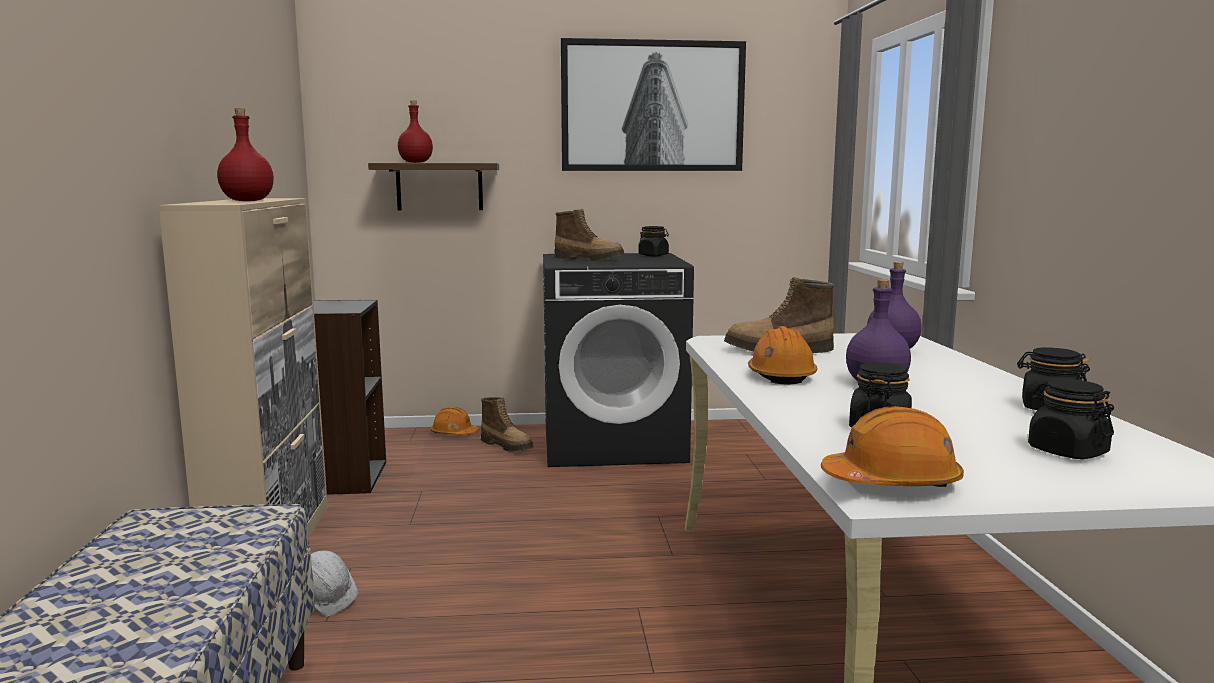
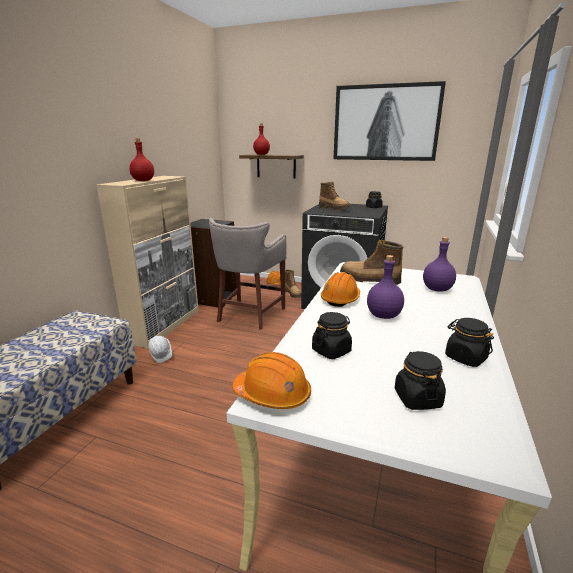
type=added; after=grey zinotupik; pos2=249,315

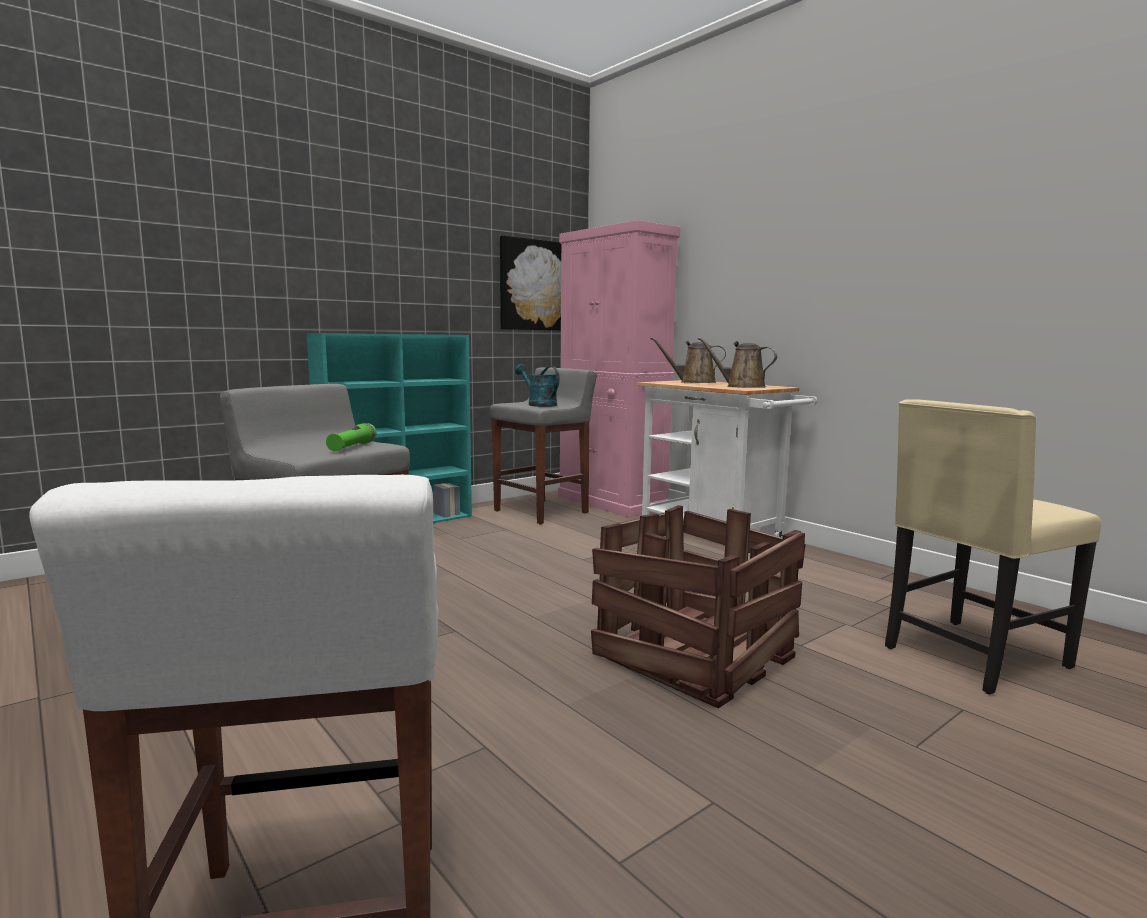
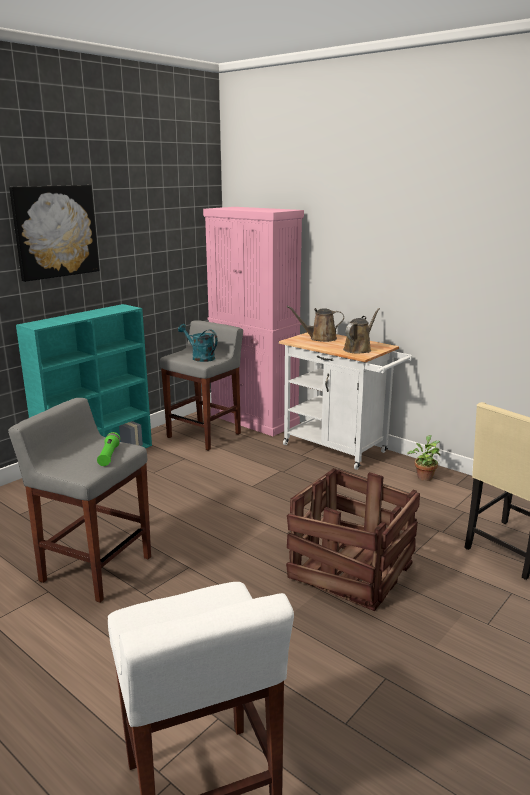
type=moved; before=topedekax; pos1=536,285; pos2=55,231
type=turned; before=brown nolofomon; pos1=741,387; pos2=359,349; turn=105
type=added; after=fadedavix; pos2=424,476

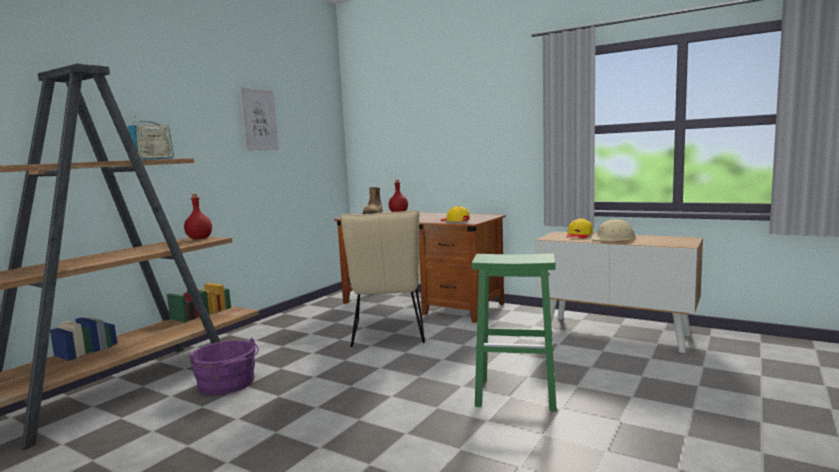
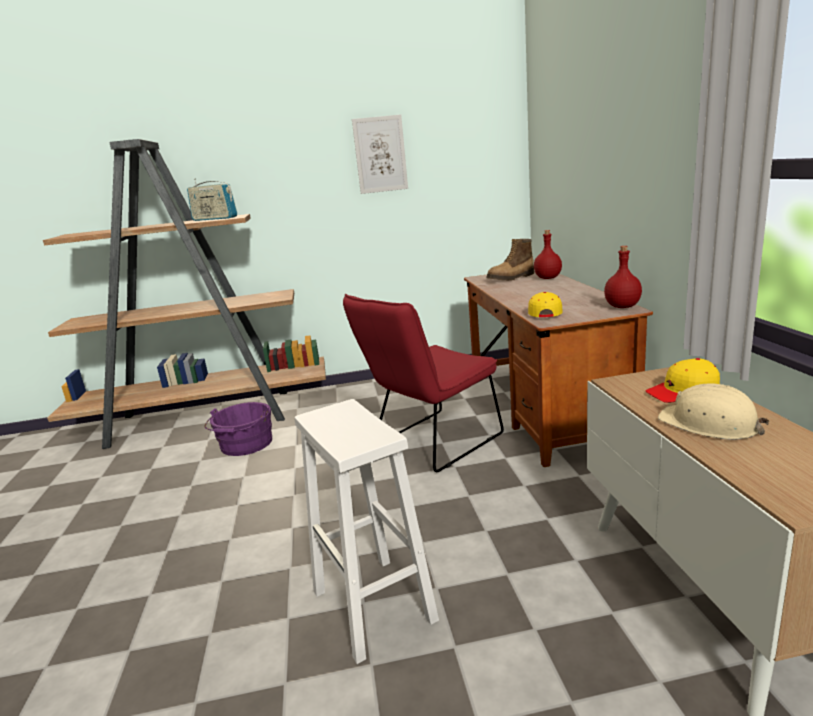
type=turned; before=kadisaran; pos1=152,159; pos2=215,219; turn=45
type=moved; before=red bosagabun; pos1=199,238; pos2=622,306
type=recoloured; before=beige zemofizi; after=red zemofizi; pos1=388,335; pos2=431,443
type=recoloured; before=green zinotupik; after=white zinotupik; pos1=517,394; pos2=374,607

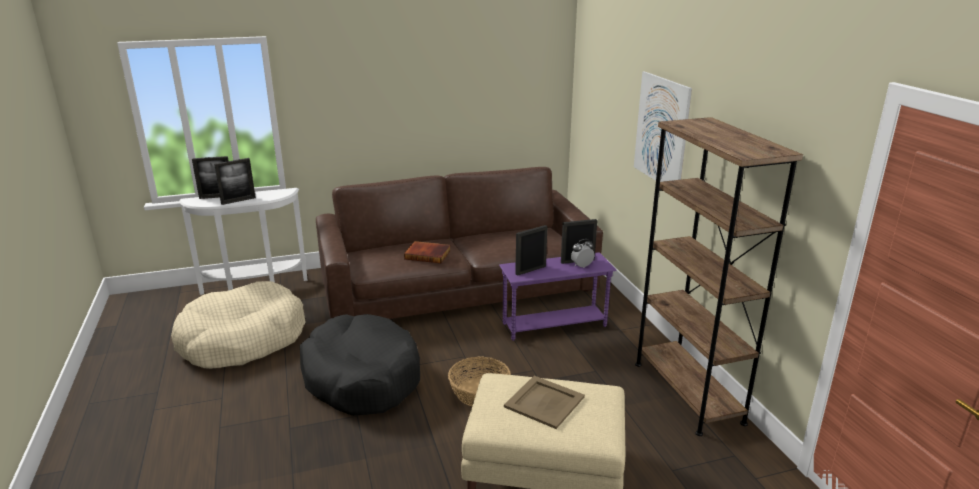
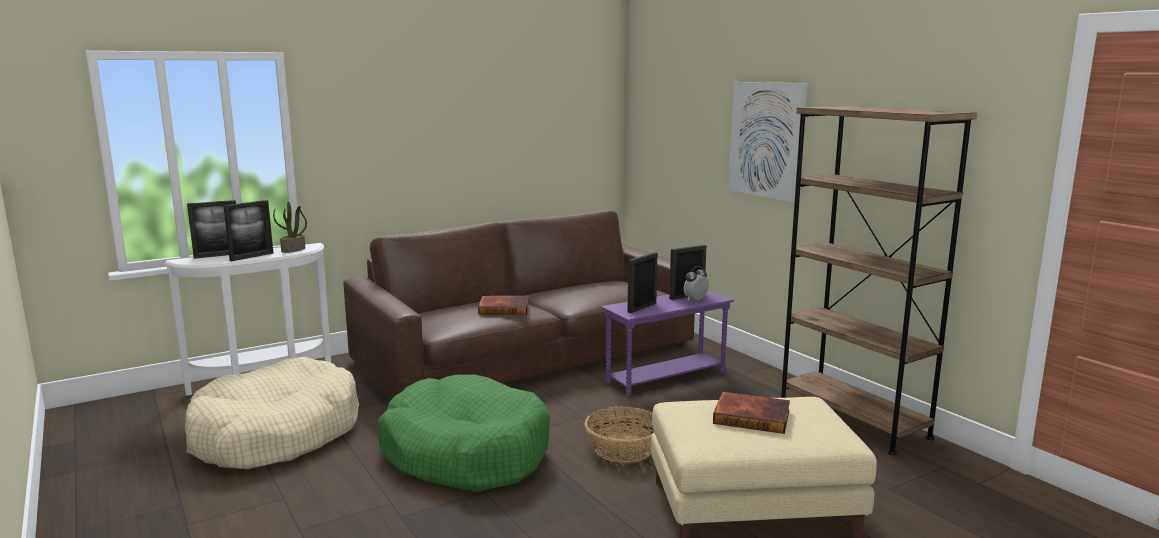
type=recoloured; before=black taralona; after=green taralona; pos1=361,378; pos2=466,453
type=replaced; before=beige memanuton; after=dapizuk; pos1=545,402; pos2=752,416
type=added; after=fadedavix; pos2=293,250

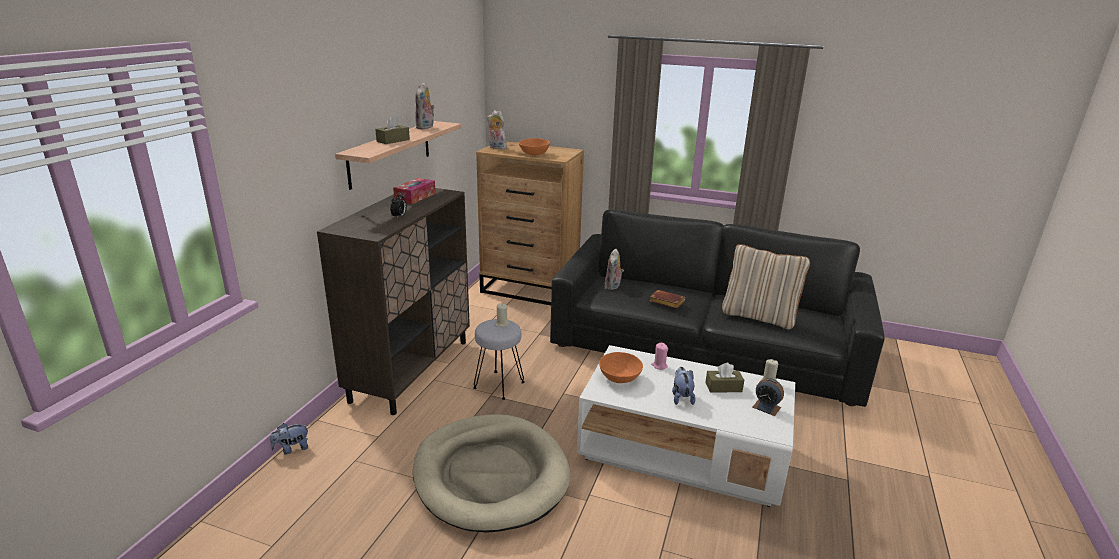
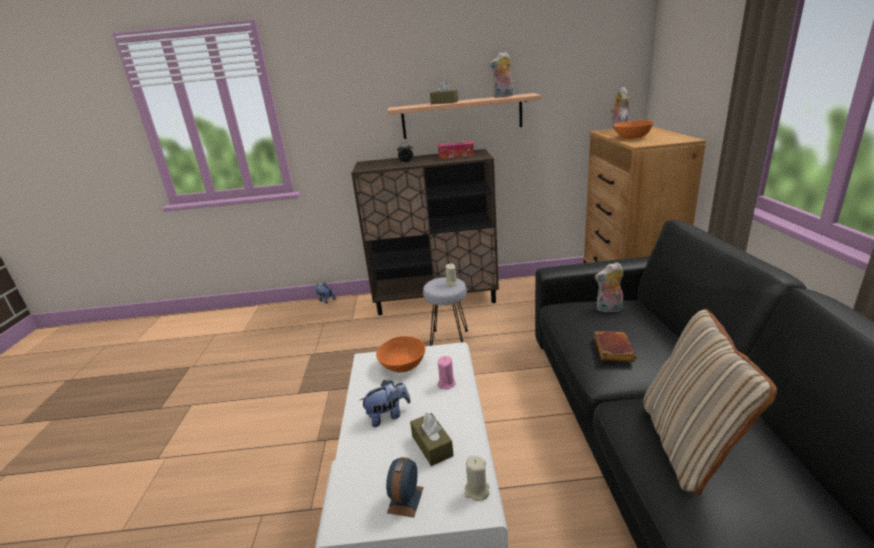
type=removed; before=beige taralona; pos1=490,475

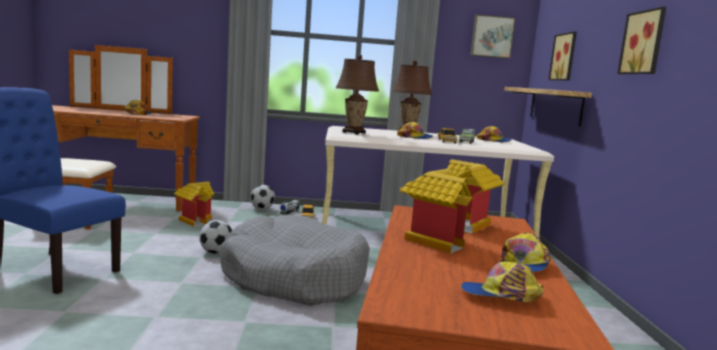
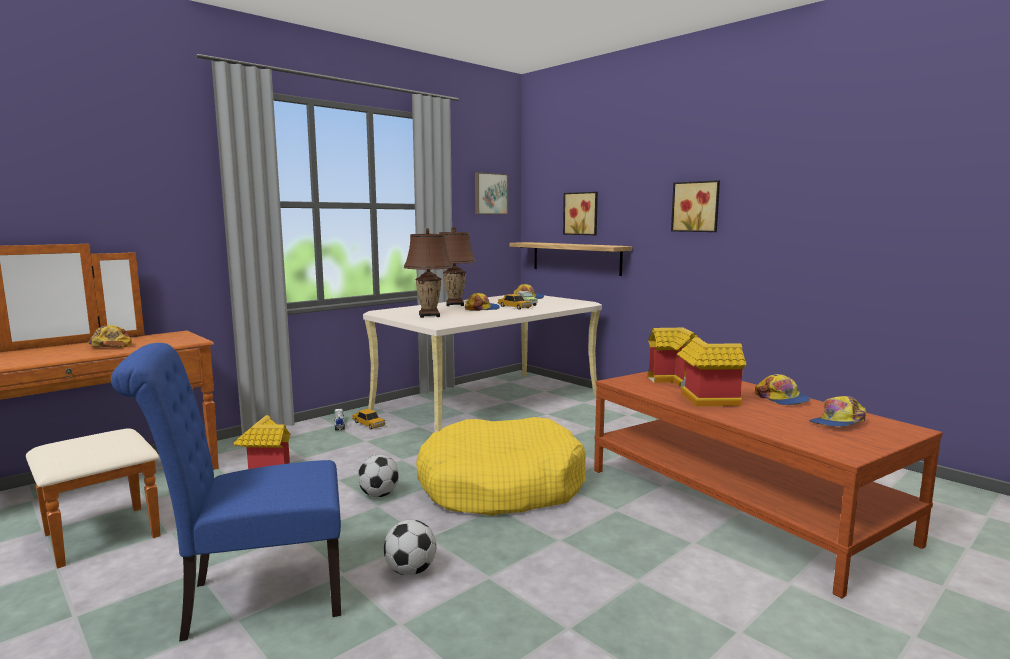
type=moved; before=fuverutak; pos1=262,209; pos2=411,571
type=recoloured; before=grey taralona; after=yellow taralona; pos1=294,278; pos2=501,486

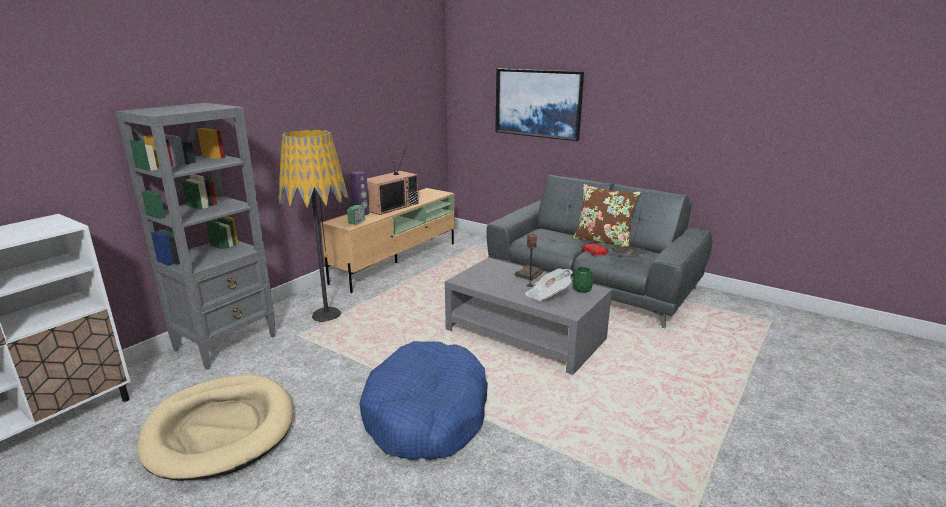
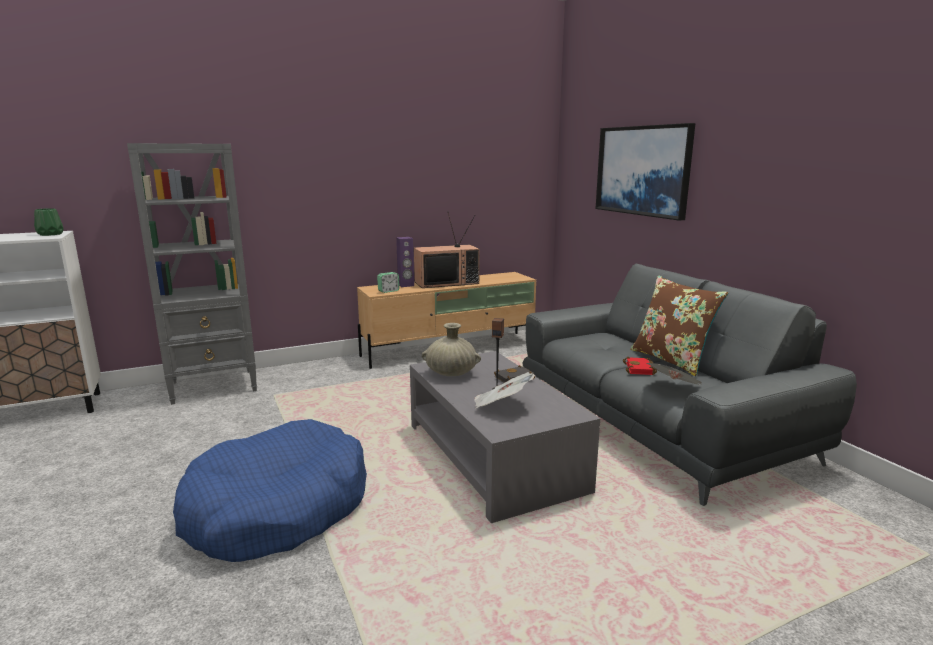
type=removed; before=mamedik; pos1=326,315
type=moved; before=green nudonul; pos1=582,289; pos2=51,234
type=removed; before=beige taralona; pos1=220,430
type=added; after=beige nudonul; pos2=451,373

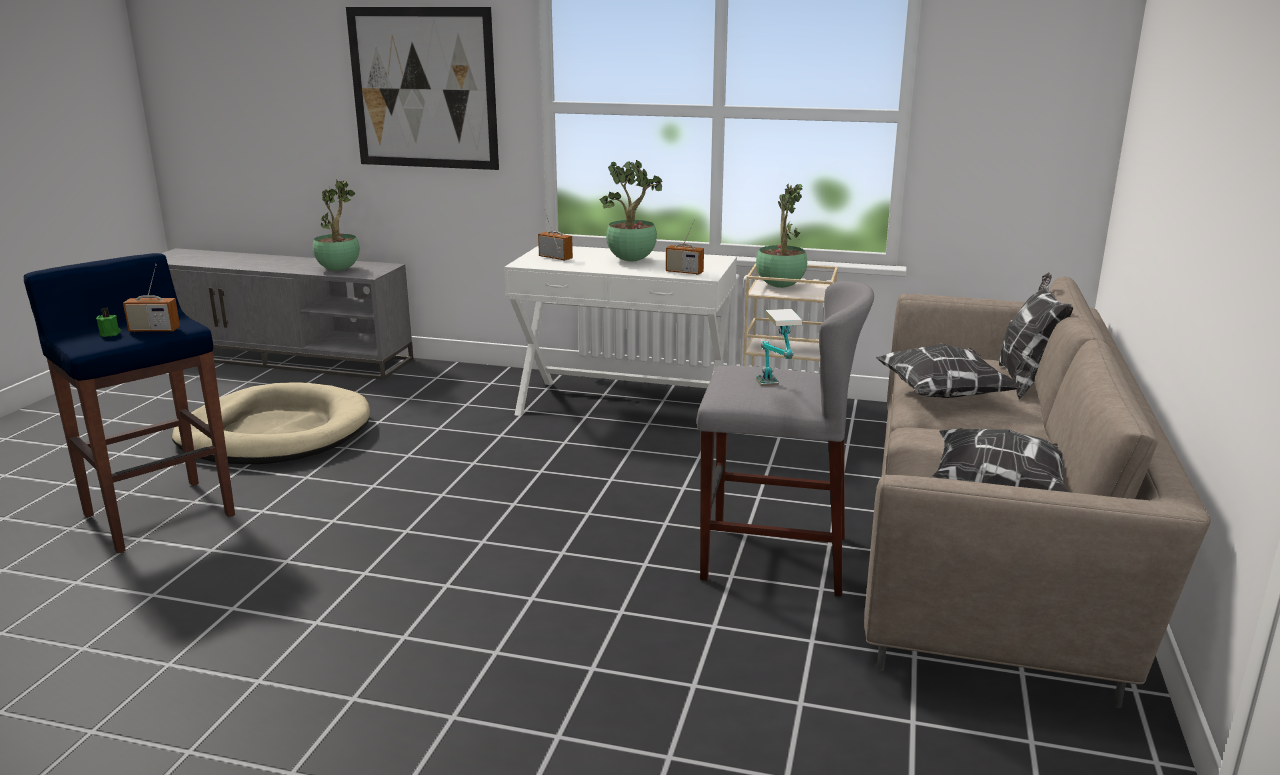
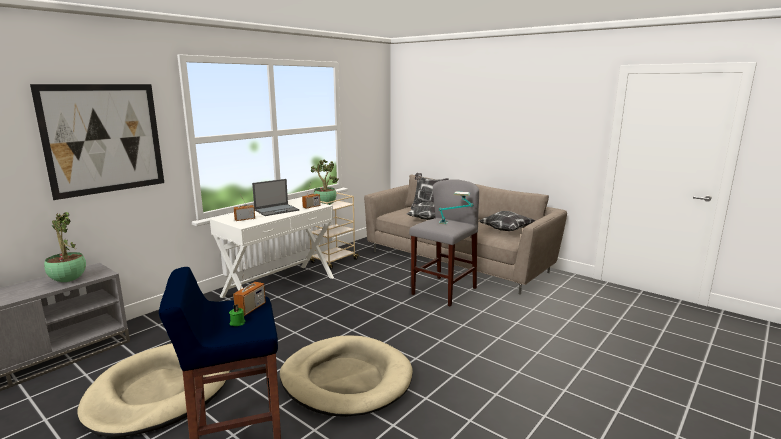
type=replaced; before=fadedavix; after=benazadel; pos1=633,260; pos2=277,210
type=added; after=beige taralona; pos2=346,379

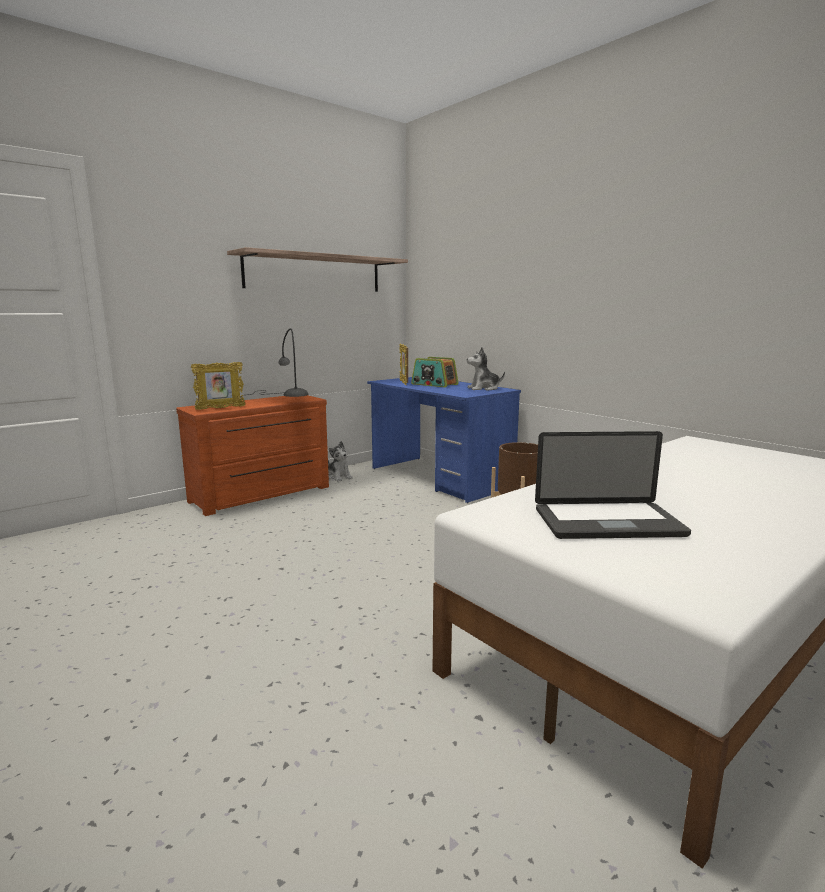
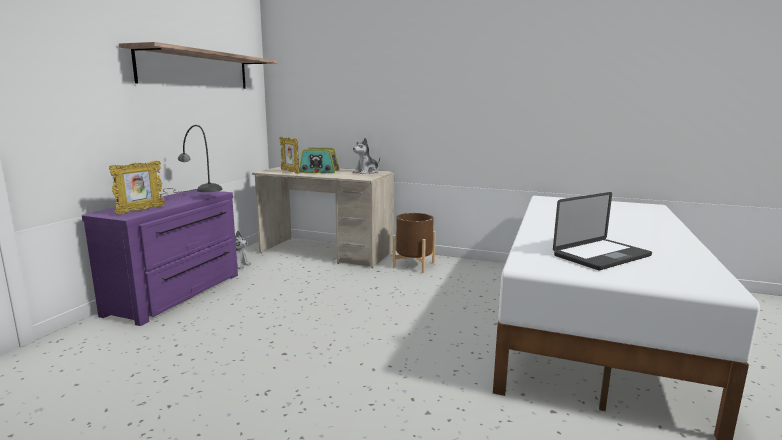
type=recoloured; before=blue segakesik; after=beige segakesik; pos1=439,478; pos2=327,252
type=recoloured; before=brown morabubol; after=purple morabubol; pos1=262,495; pos2=178,294

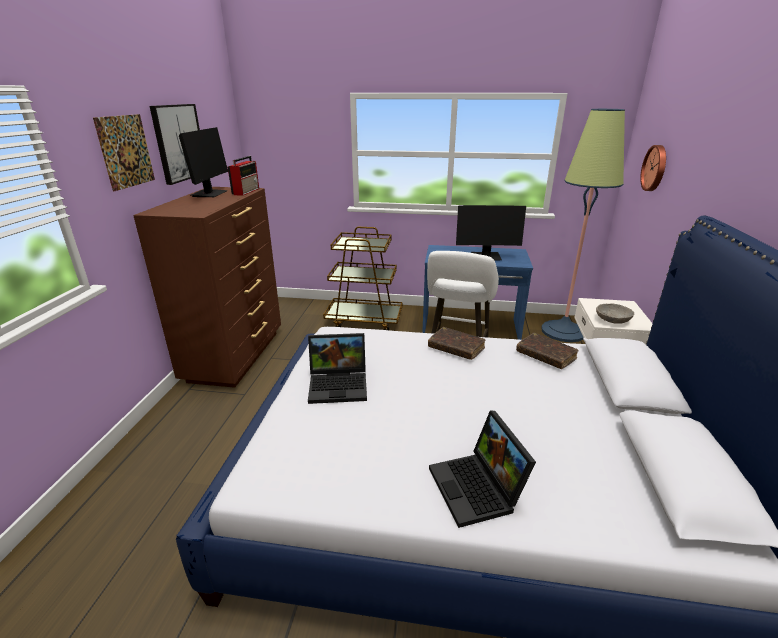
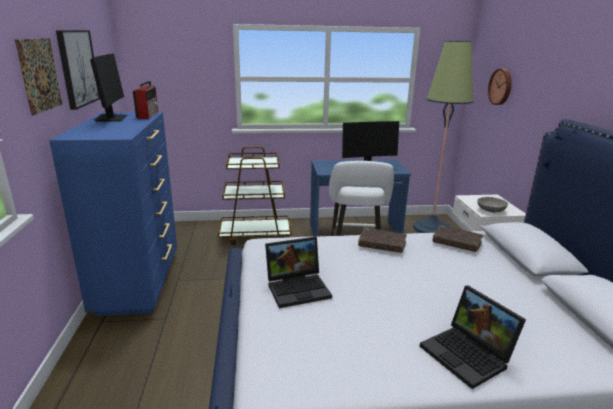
type=recoloured; before=brown morabubol; after=blue morabubol; pos1=236,355; pos2=139,282

